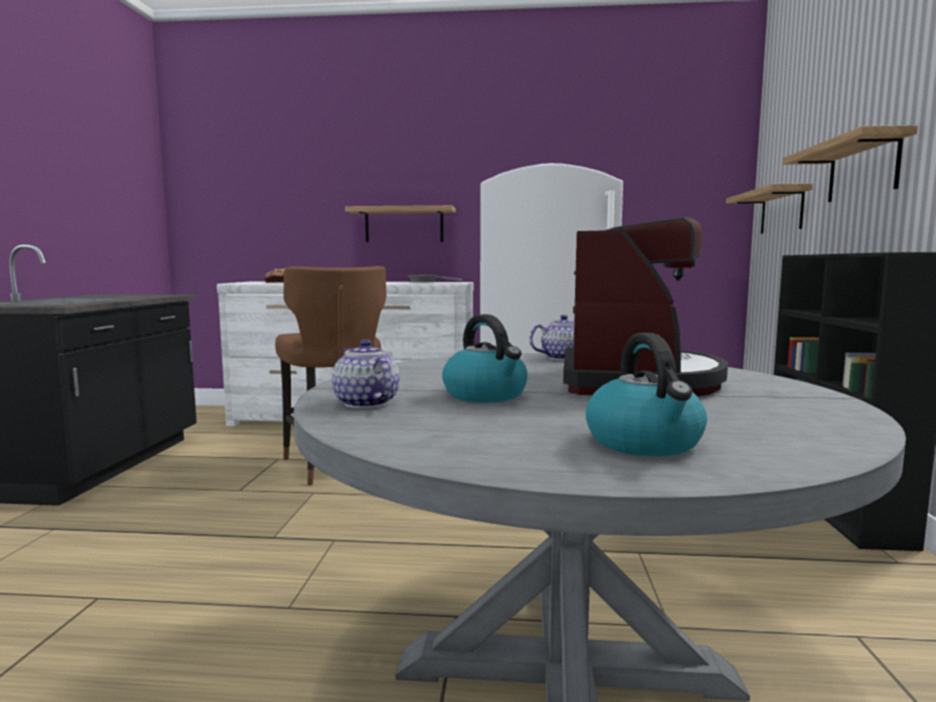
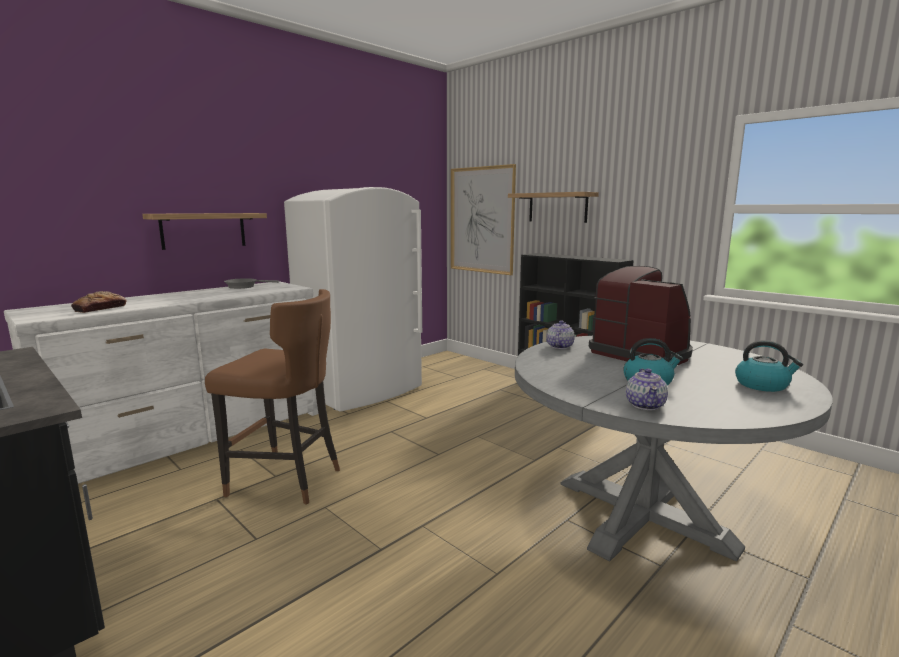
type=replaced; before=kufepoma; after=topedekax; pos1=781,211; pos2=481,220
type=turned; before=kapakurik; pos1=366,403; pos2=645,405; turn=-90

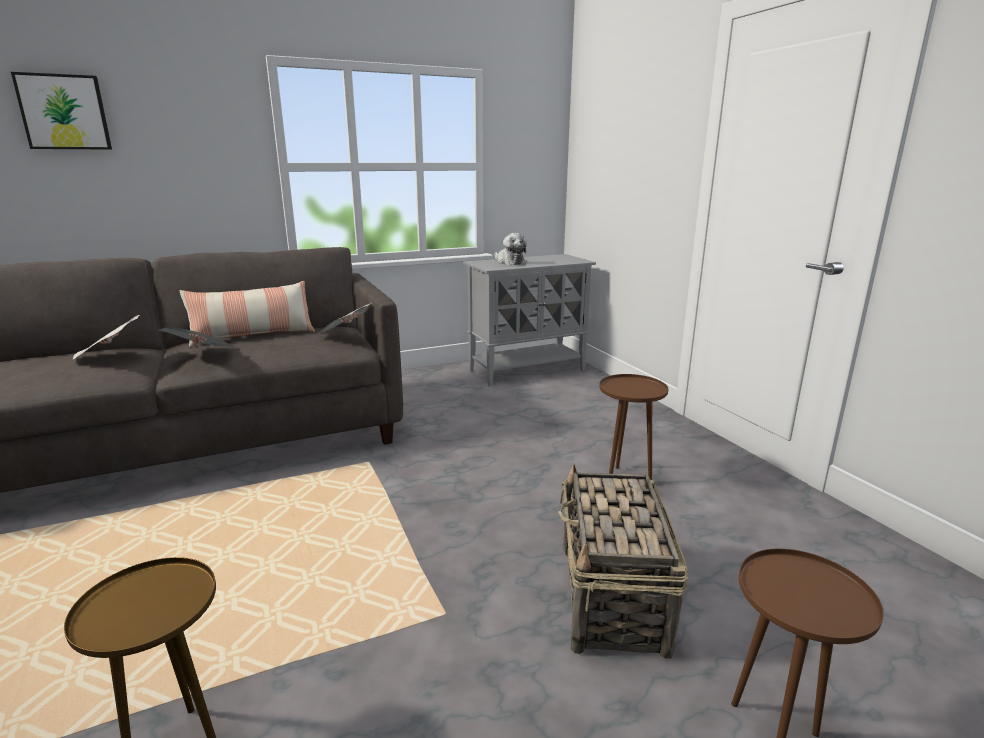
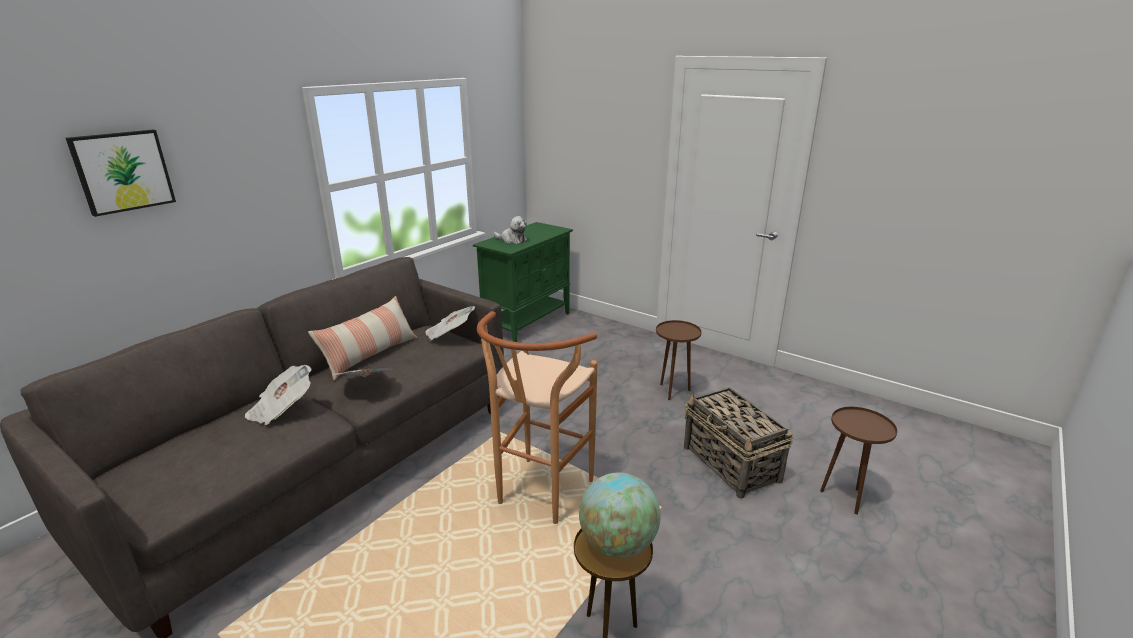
type=recoloured; before=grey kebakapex; after=green kebakapex; pos1=527,370; pos2=527,322
type=added; after=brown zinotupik; pos2=539,496
type=added; after=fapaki; pos2=618,544

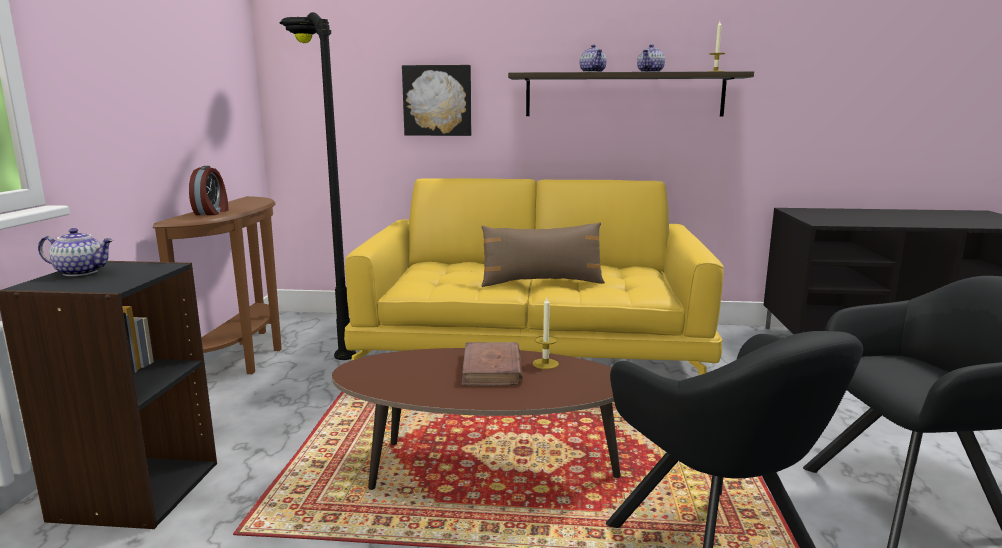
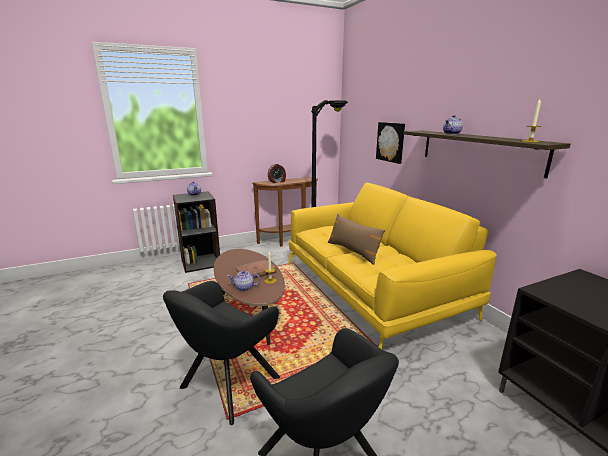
type=moved; before=kapakurik; pos1=650,72; pos2=244,288

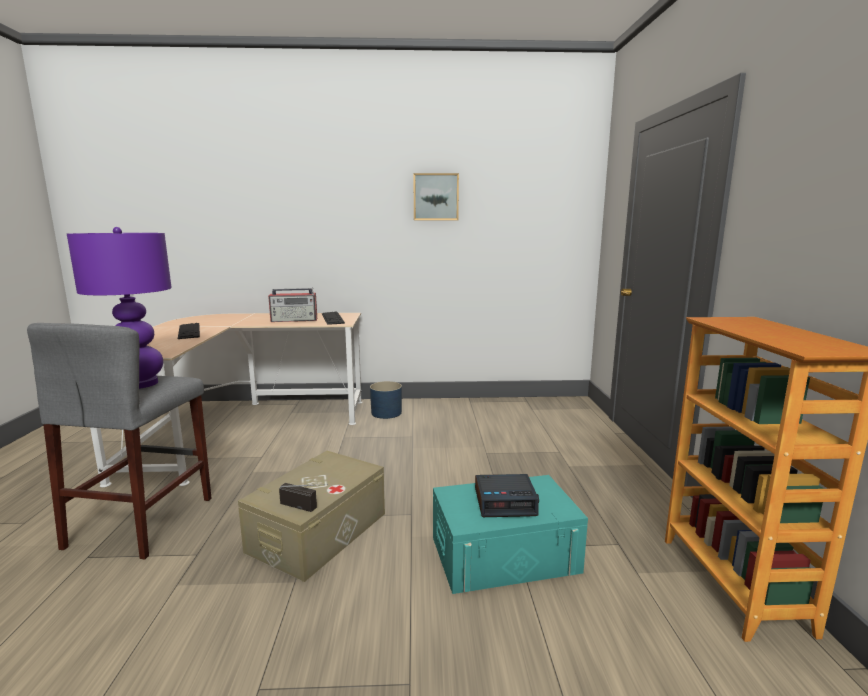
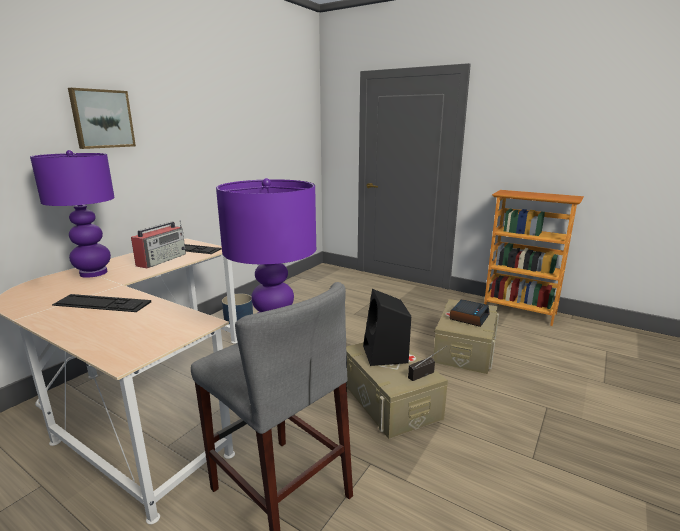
type=moved; before=topedekax; pos1=435,197; pos2=102,119
type=recoloured; before=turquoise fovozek; after=beige fovozek; pos1=504,554; pos2=464,348
type=added; after=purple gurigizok; pos2=93,273
type=added; after=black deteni; pos2=385,355

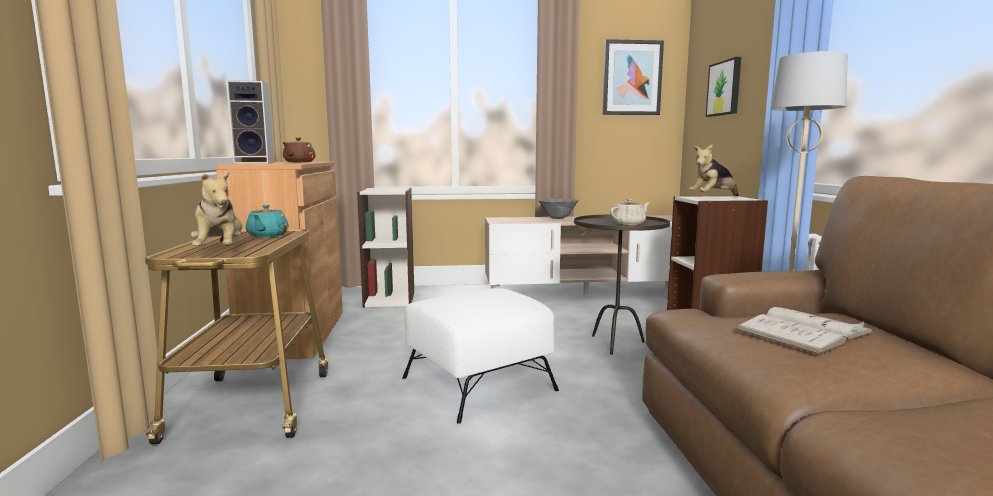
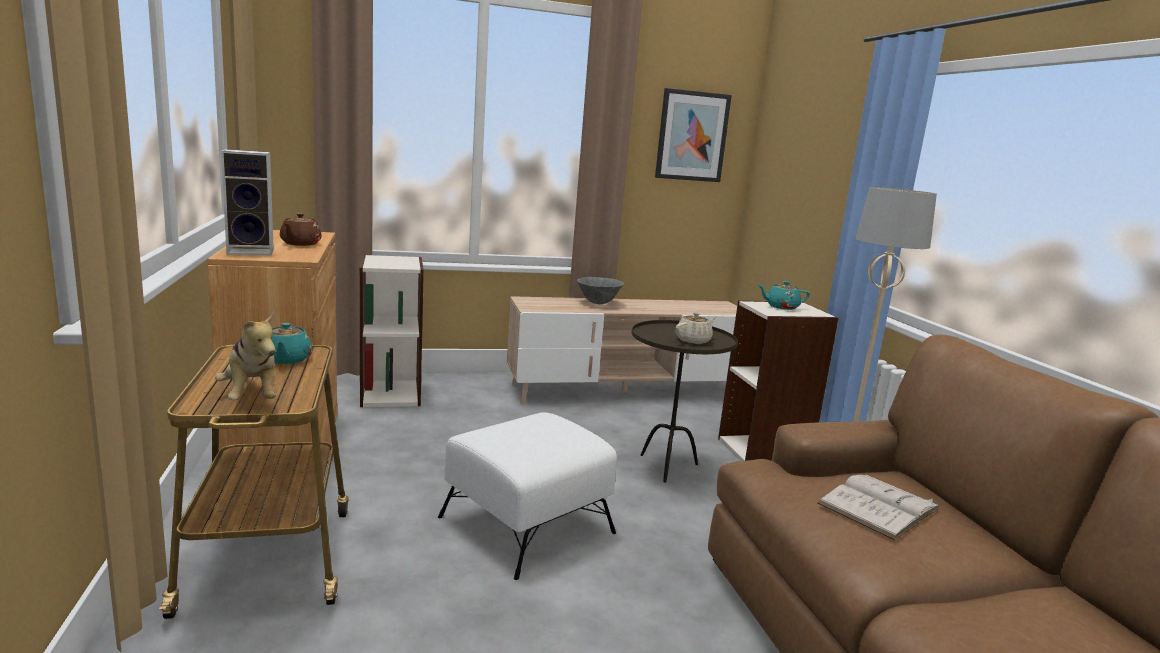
type=removed; before=topedekax; pos1=725,88
type=replaced; before=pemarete; after=turquoise kapakurik; pos1=713,197; pos2=781,307

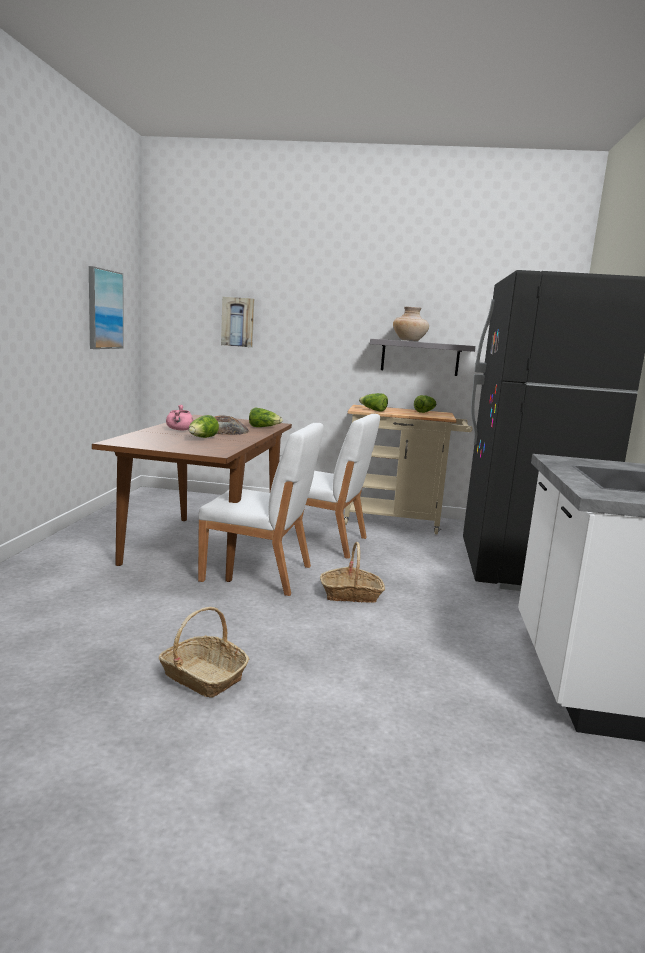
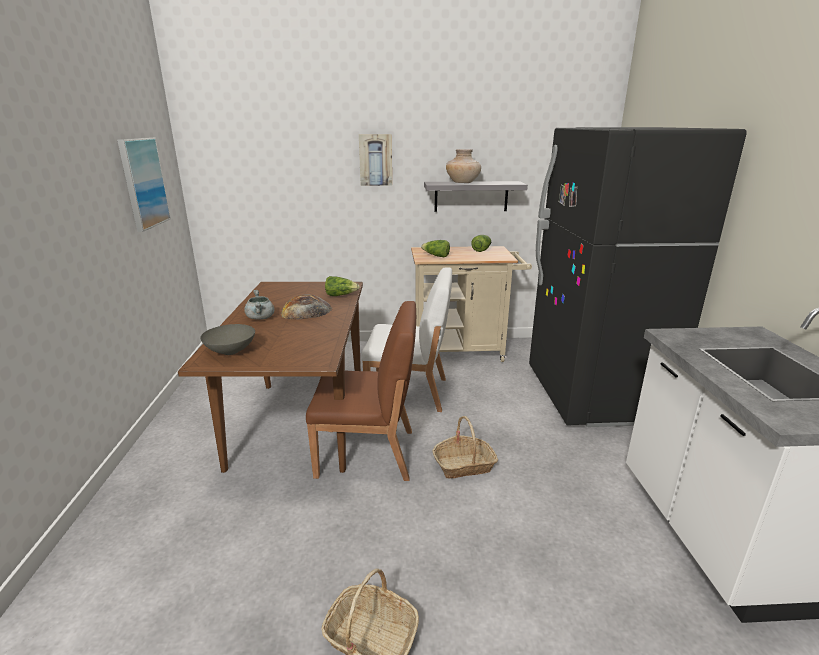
type=moved; before=topedekax; pos1=238,322; pos2=375,160
type=recoloured; before=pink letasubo; after=grey letasubo; pos1=180,430; pos2=261,318
type=removed; before=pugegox; pos1=202,438
type=recoloured; before=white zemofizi; after=brown zemofizi; pos1=258,574; pos2=367,453
type=added; after=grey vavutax; pos2=231,351

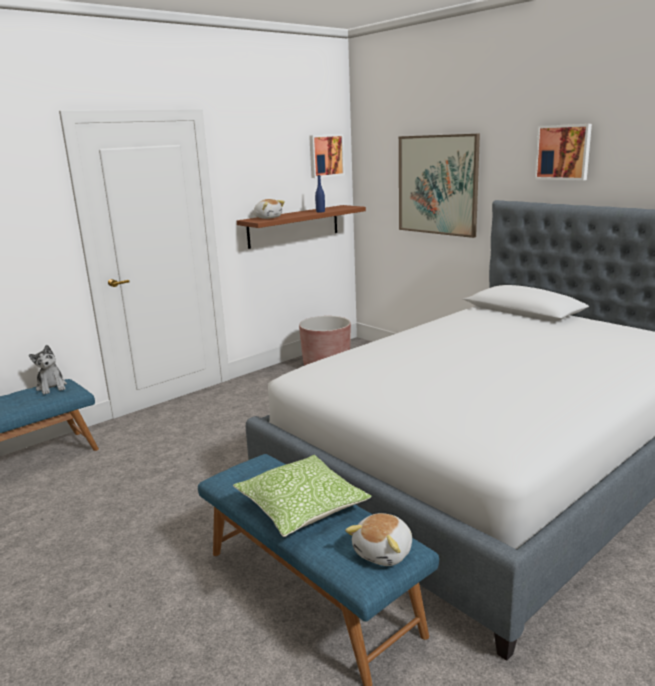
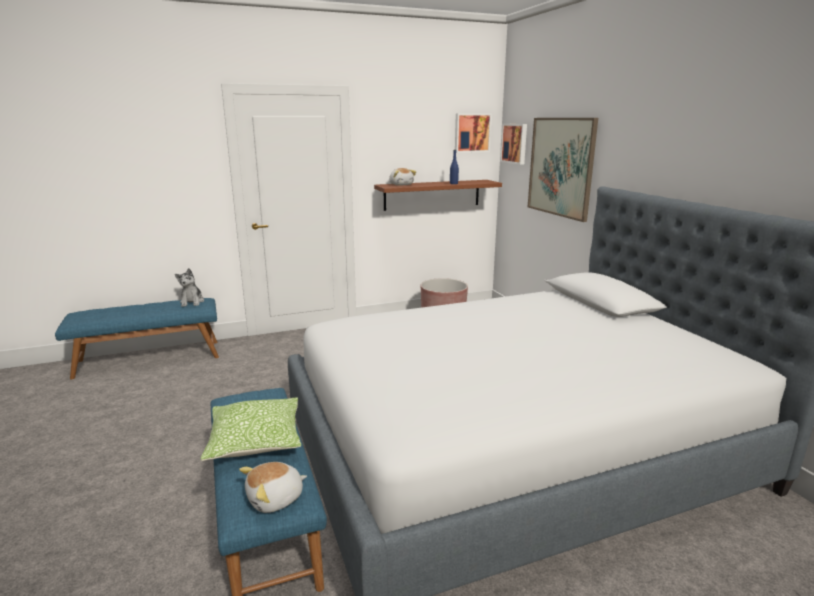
type=moved; before=topedekax; pos1=563,152; pos2=515,143

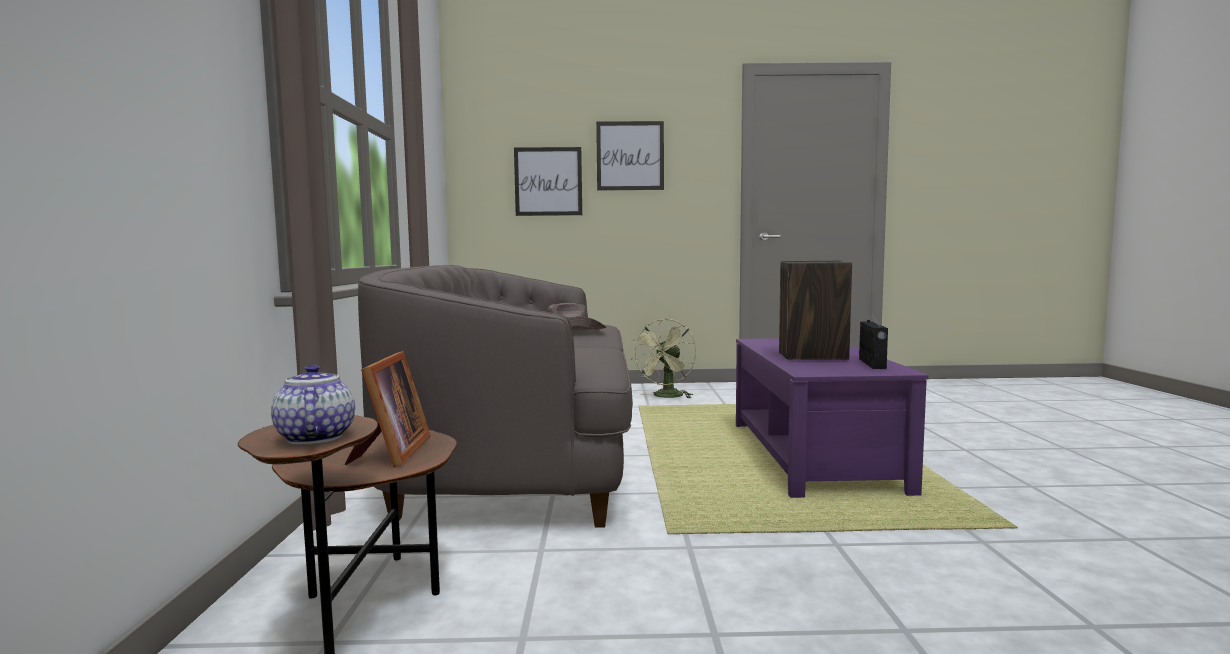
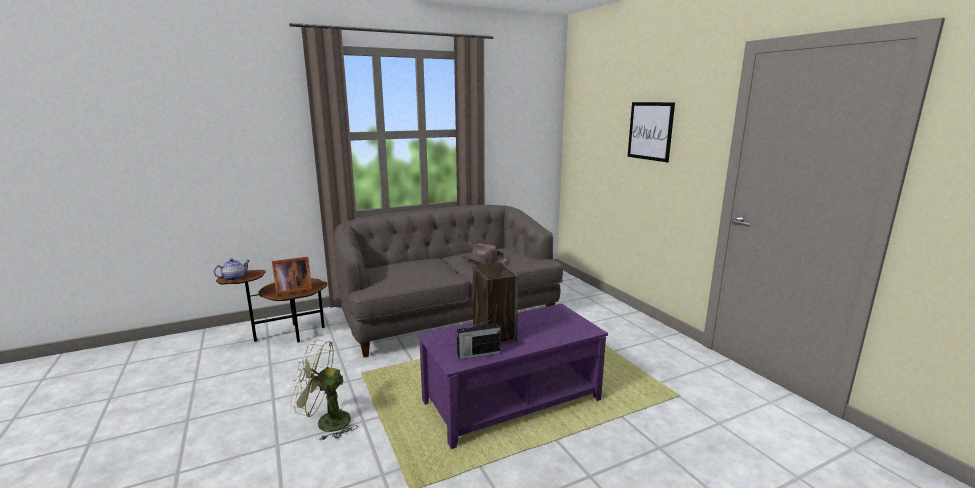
type=removed; before=topedekax; pos1=548,181
type=moved; before=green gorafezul; pos1=667,397; pos2=326,423

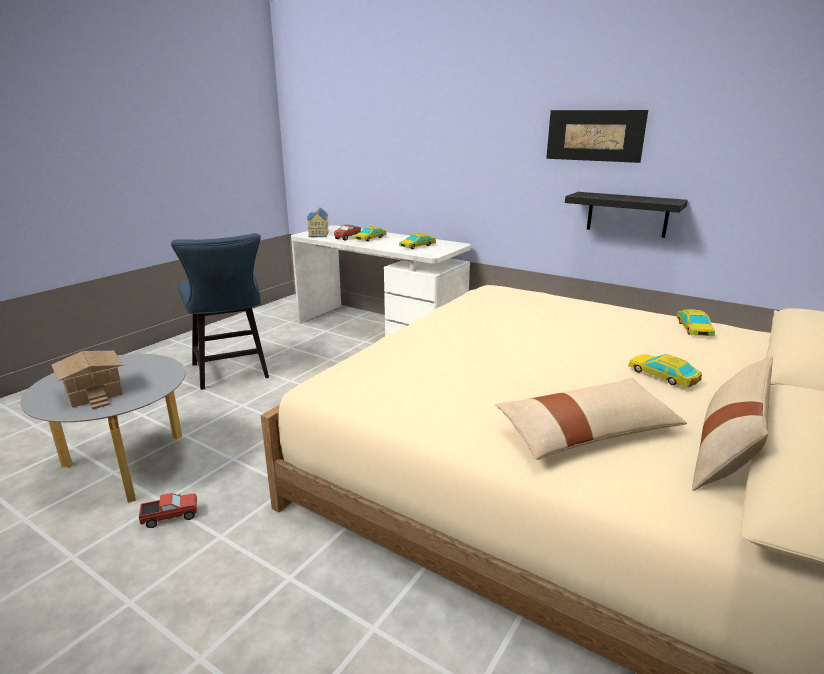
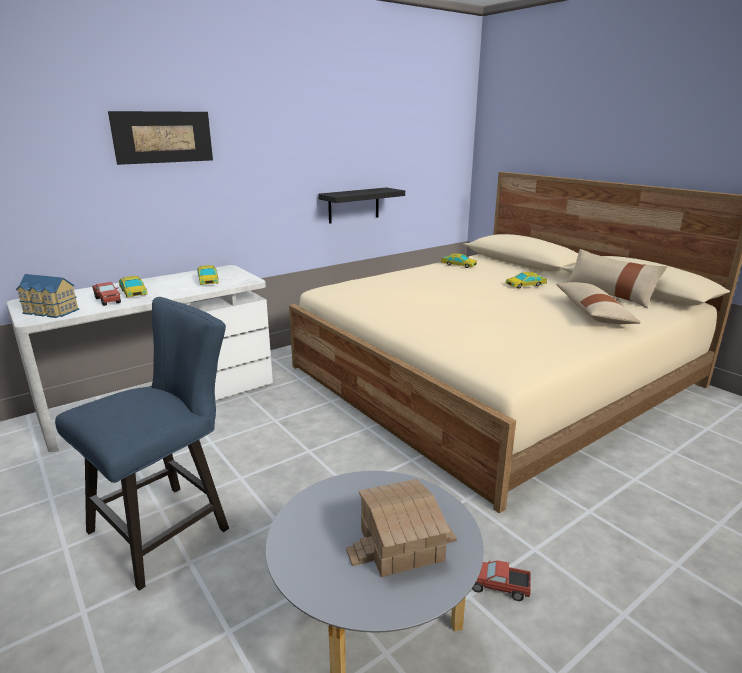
type=moved; before=topedekax; pos1=594,135; pos2=163,137
type=turned; before=blue zemofizi; pos1=232,373; pos2=169,526; turn=-45
type=turned; before=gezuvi; pos1=170,517; pos2=498,587; turn=-75

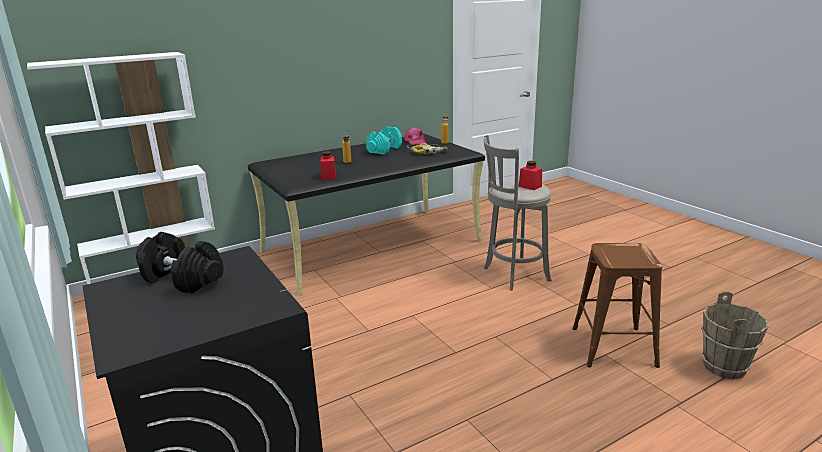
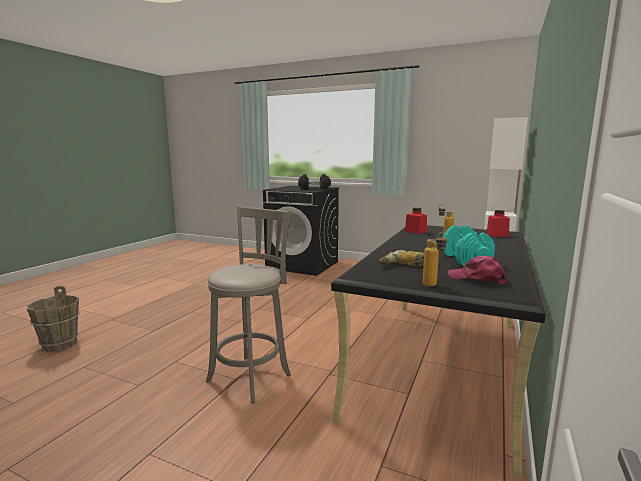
type=moved; before=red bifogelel; pos1=530,186; pos2=497,235
type=removed; before=brown zinotupik; pos1=612,346

